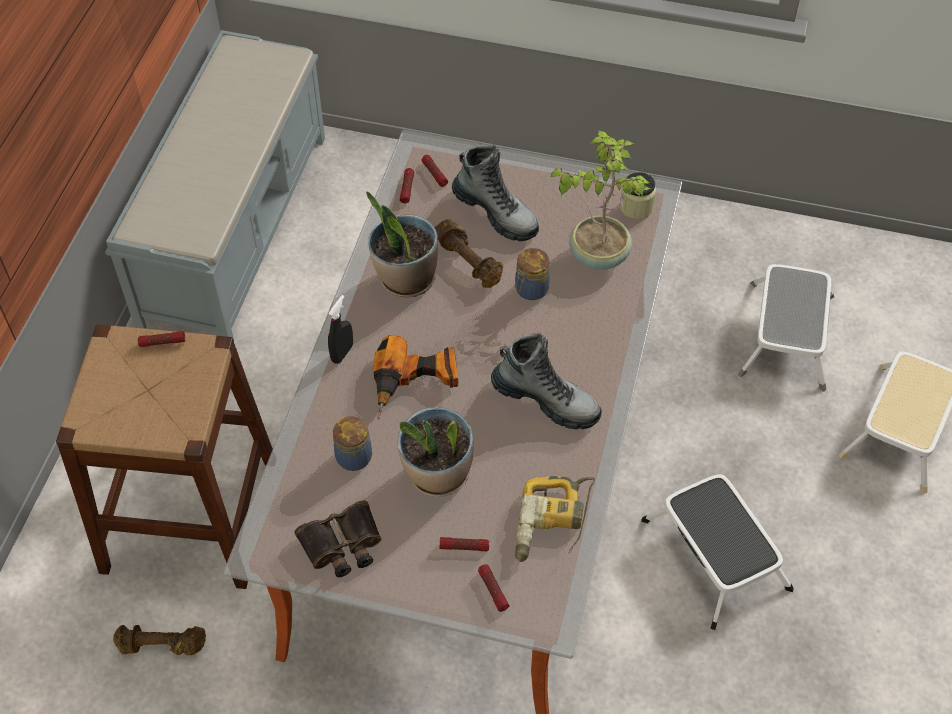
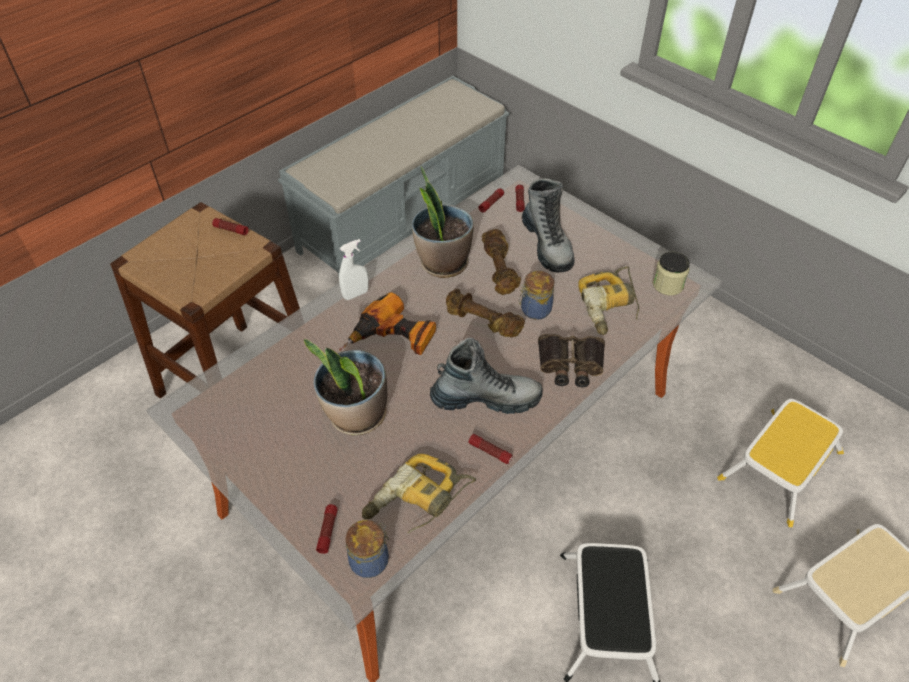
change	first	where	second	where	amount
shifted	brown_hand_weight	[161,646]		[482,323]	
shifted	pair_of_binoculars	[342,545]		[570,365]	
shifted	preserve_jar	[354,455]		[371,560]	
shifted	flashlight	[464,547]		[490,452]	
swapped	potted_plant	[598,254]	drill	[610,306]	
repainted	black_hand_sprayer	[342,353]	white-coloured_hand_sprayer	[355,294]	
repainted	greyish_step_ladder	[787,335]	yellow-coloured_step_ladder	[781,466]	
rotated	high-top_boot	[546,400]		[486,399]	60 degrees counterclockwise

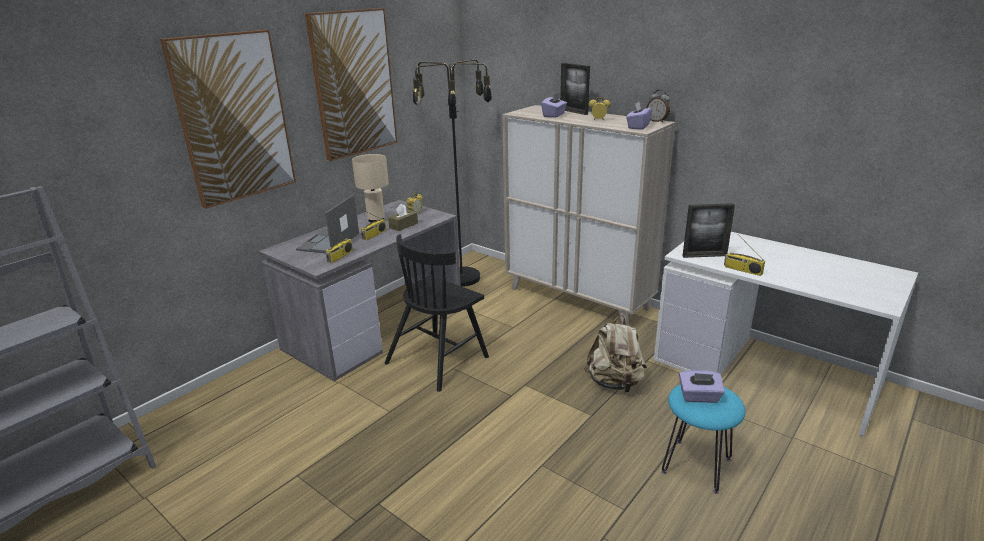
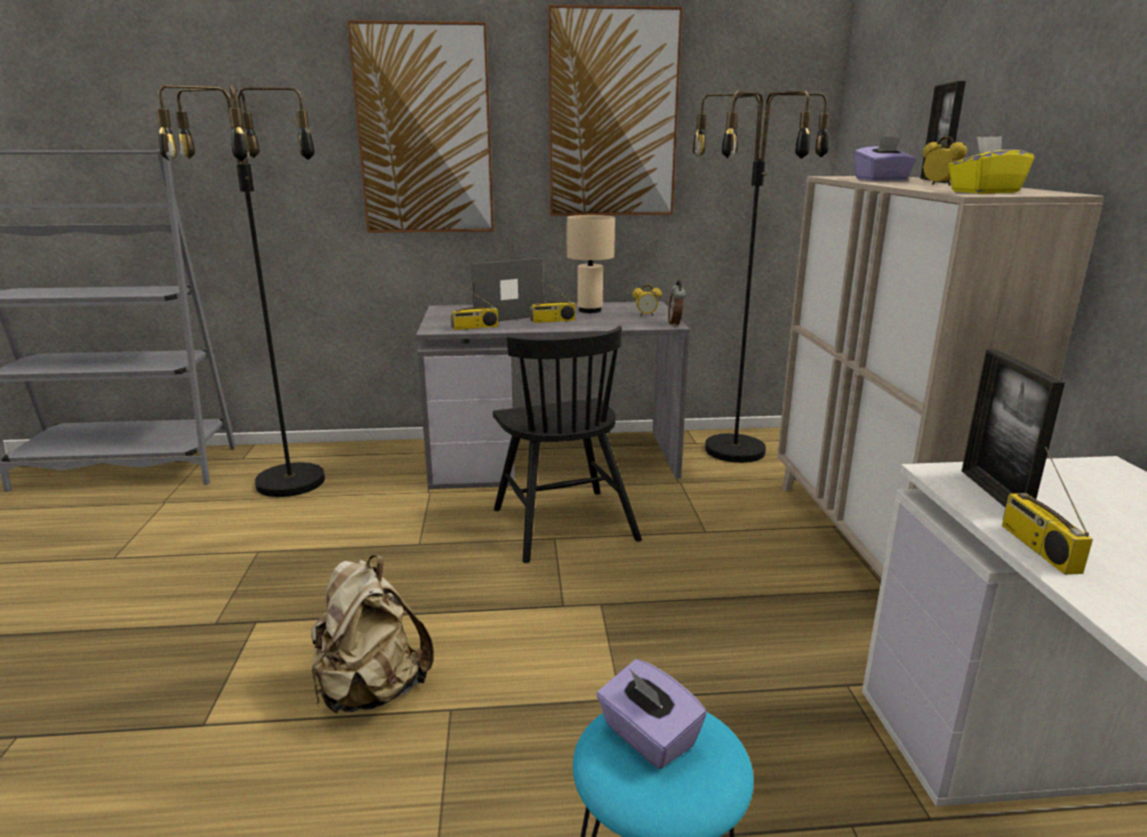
change	first	where	second	where	amount
gone	brown_tissue_box	[403,225]			
new			standing_lamp	[289,482]	
shifted	beige-coloured_knapsack	[615,383]		[371,691]	
shifted	bedside_clock	[657,121]		[675,324]	
repainted	purple_tissue_box	[638,126]	yellow-coloured_tissue_box	[984,192]	
rotated	black_chair	[440,357]		[561,520]	105 degrees counterclockwise
rotated	photo_frame	[704,256]		[994,493]	45 degrees clockwise

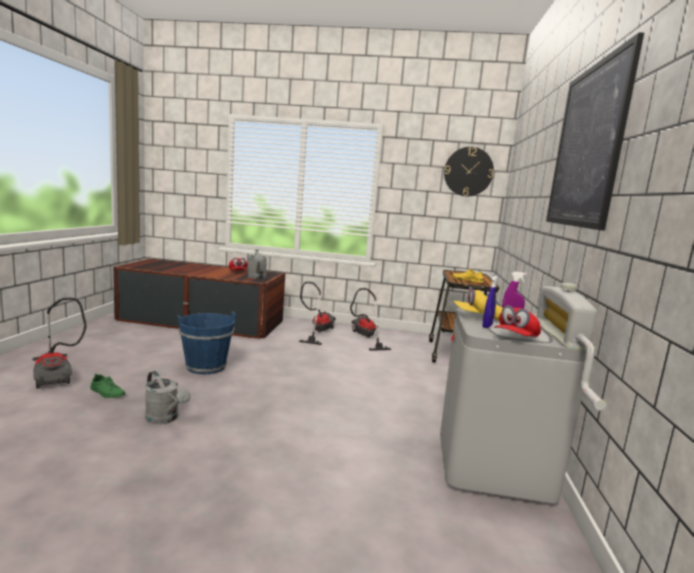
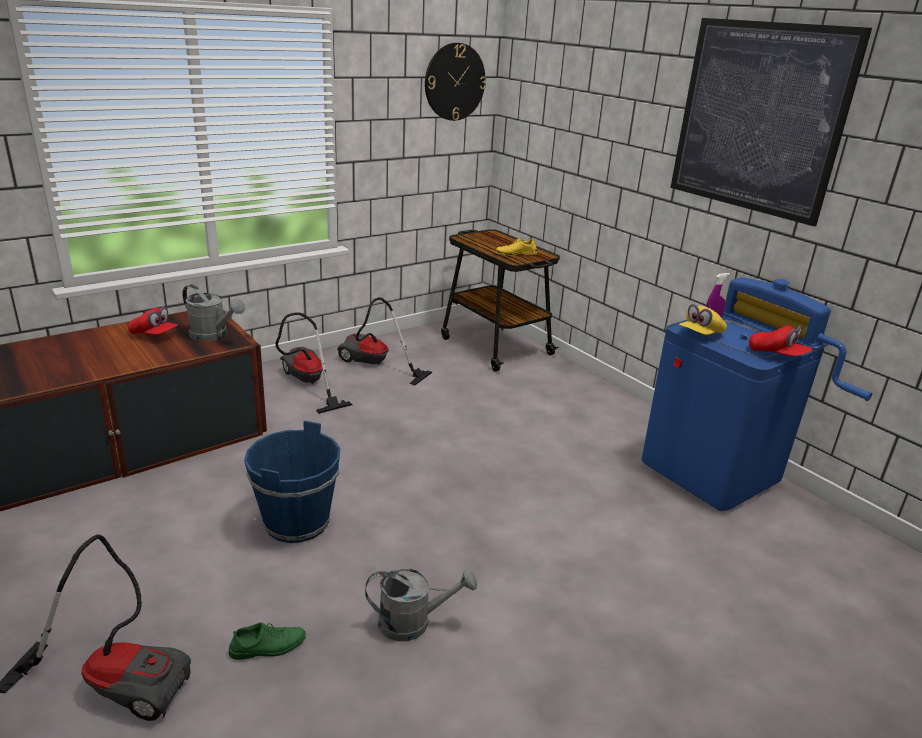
change	first	where	second	where	amount
gone	blue_hand_sprayer	[487,326]			
repainted	greyish_laundry_appliance	[495,470]	blue_laundry_appliance	[713,474]	
rotated	reddish_baseball_cap	[515,338]		[777,355]	45 degrees counterclockwise

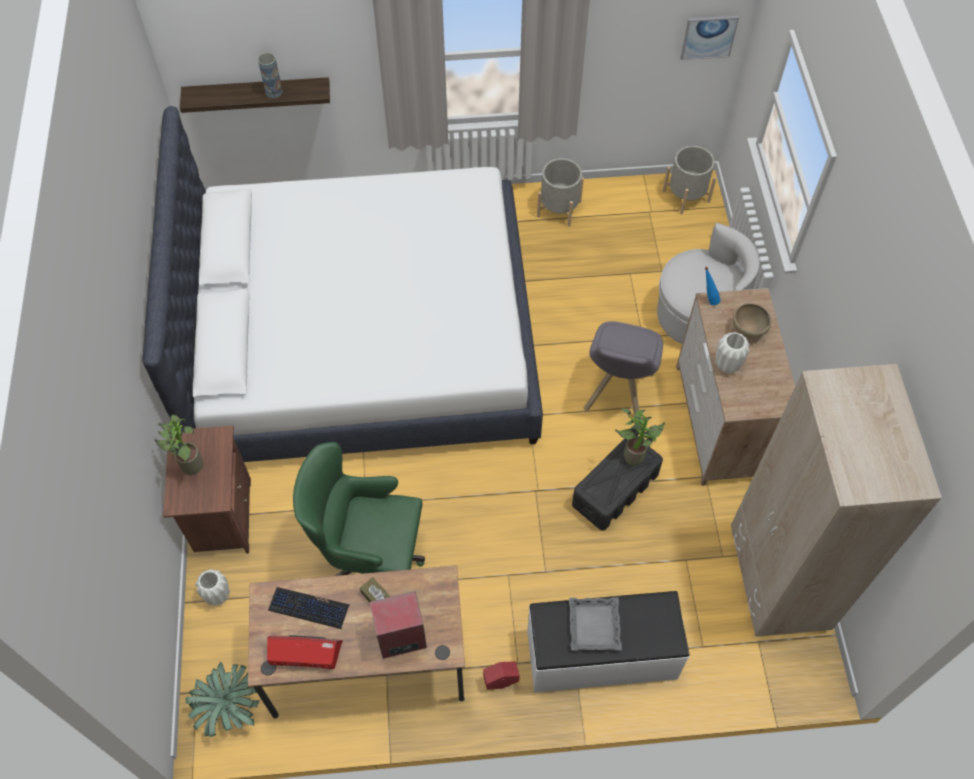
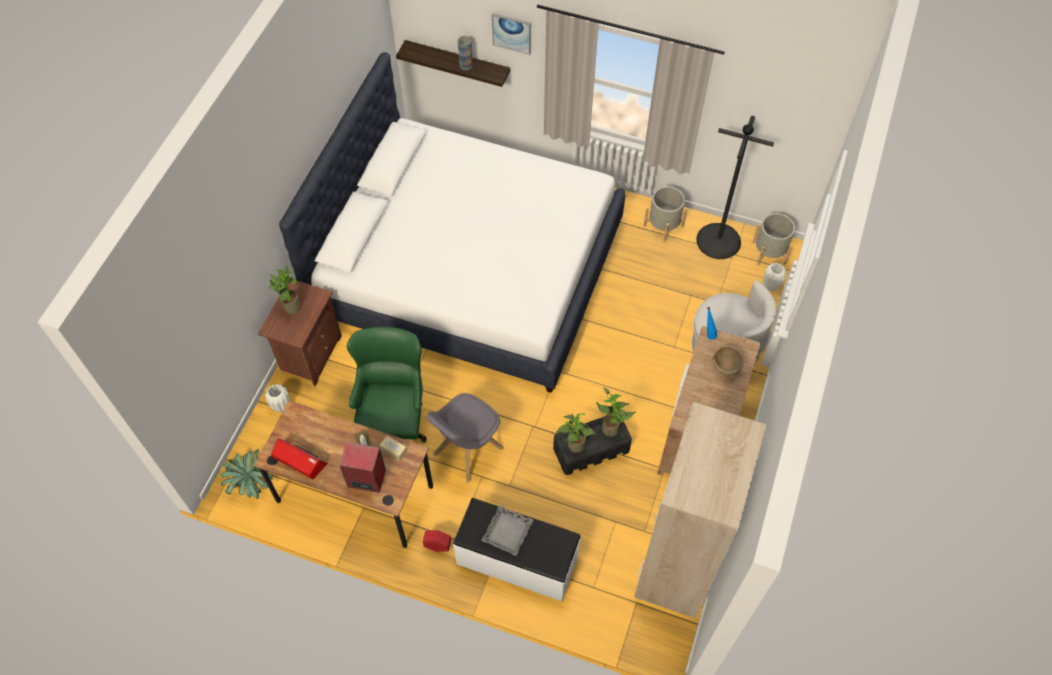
change	first	where	second	where	amount
gone	keyboard	[309,608]			
new			beige-coloured_tissue_box	[393,450]	
new			potted_plant	[574,447]	
new			black_clothes_rack	[718,241]	
shifted	greyish_chair	[617,392]		[467,451]	
shifted	picture	[708,36]		[512,33]	
shifted	white-coloured_decorative_vase	[727,365]		[771,285]	
rotated	green_office_chair	[371,557]		[394,423]	60 degrees clockwise

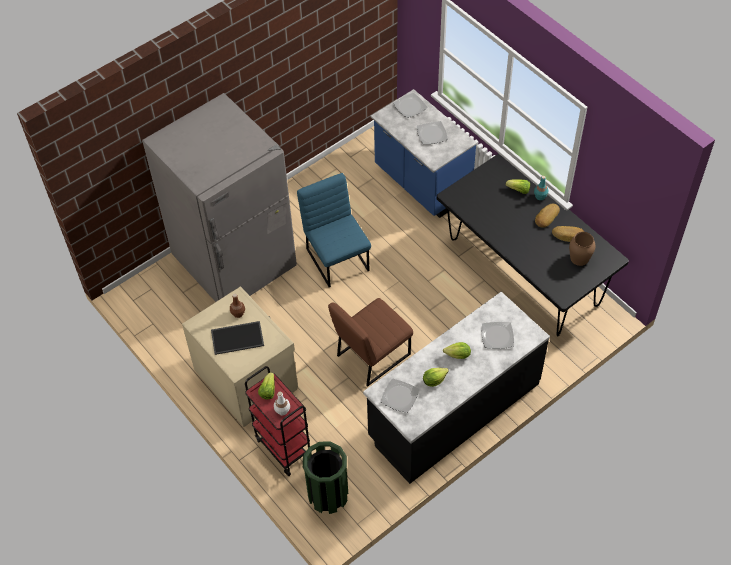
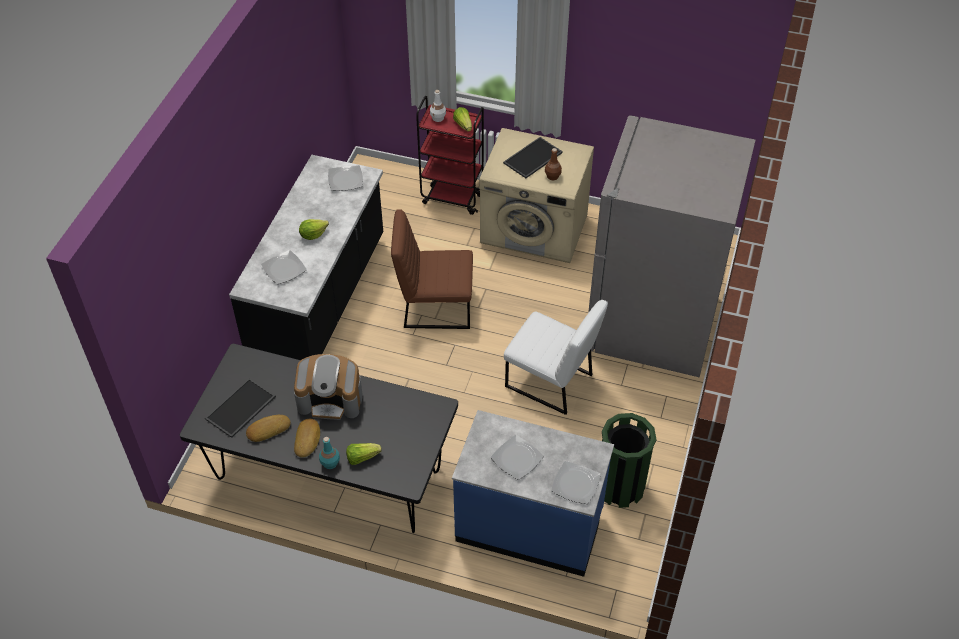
change	first	where	second	where	amount
gone	lettuce_head	[434,380]			
new			coffee_maker	[331,399]	
shifted	green_waste_bin	[328,495]		[620,486]	
swapped	brown_decorative_vase	[579,258]	tray	[241,409]	
repainted	blue_chair	[337,257]	white-coloured_chair	[551,382]	
rotated	brown_chair	[371,355]		[435,307]	105 degrees counterclockwise

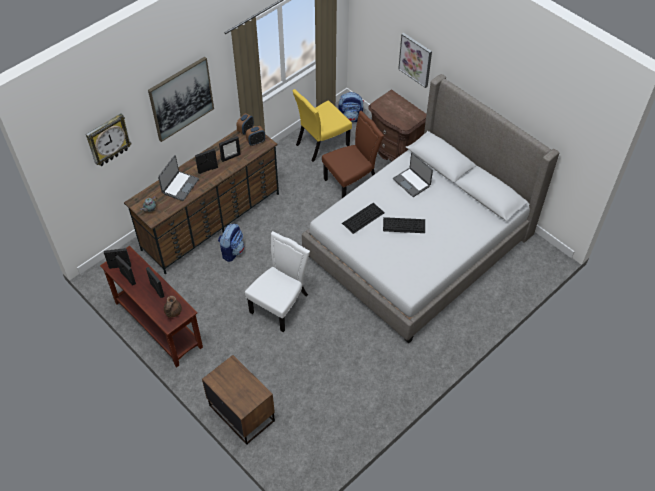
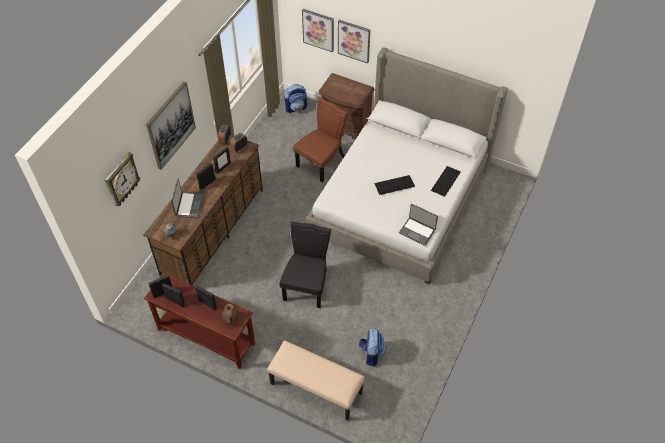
change	first	where	second	where	amount
gone	yellow-coloured_chair	[322,143]			
new			picture	[318,30]	
shifted	knapsack	[232,251]		[371,353]	
shifted	keyboard	[363,217]		[445,180]	
shifted	portable_computer	[412,182]		[417,231]	
swapped	brown_nightstand	[242,412]	beige-coloured_indoor_bench	[315,388]	
repainted	white-coloured_chair	[279,305]	black_chair	[307,286]	

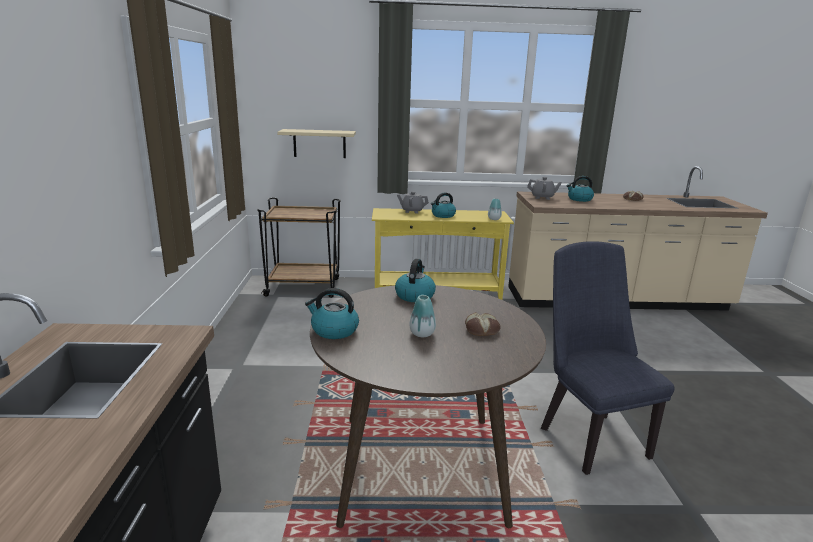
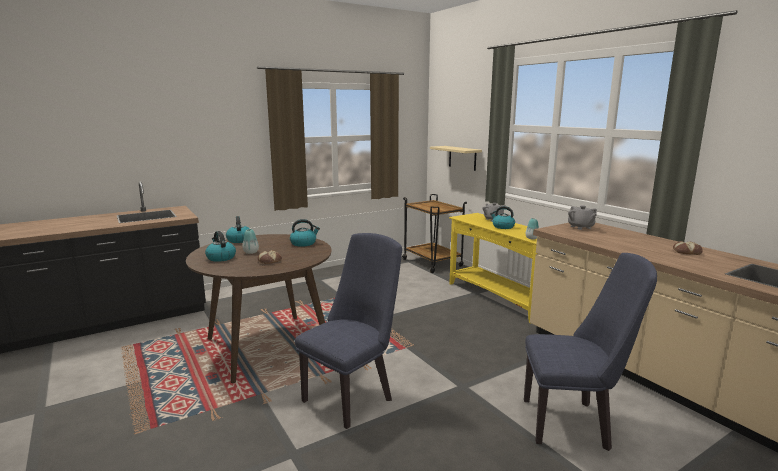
change	first	where	second	where	amount
new			blue_chair	[573,423]	
shifted	kettle	[579,199]		[220,258]	

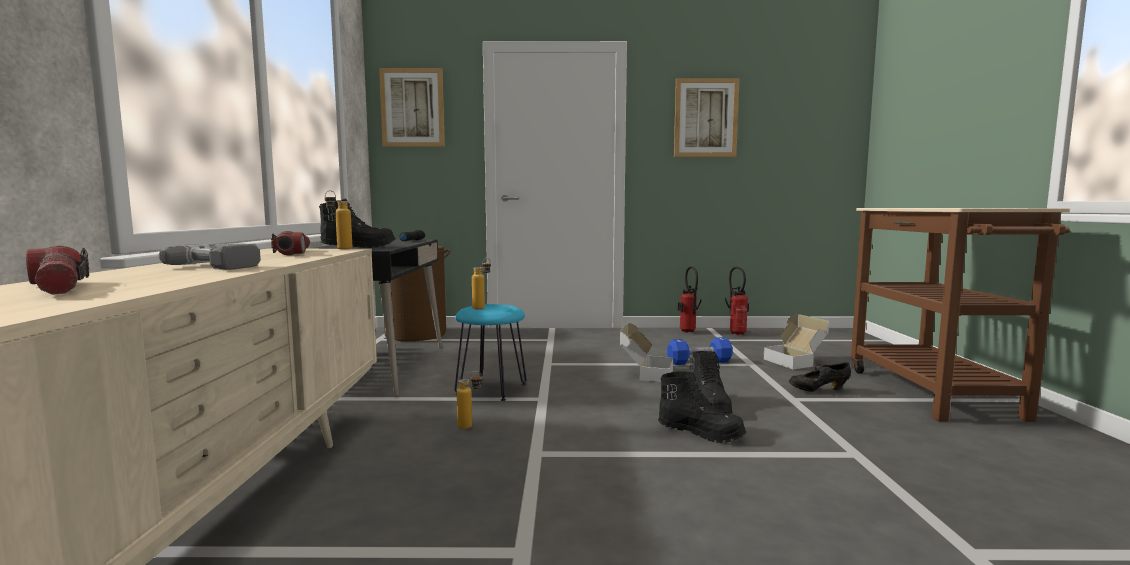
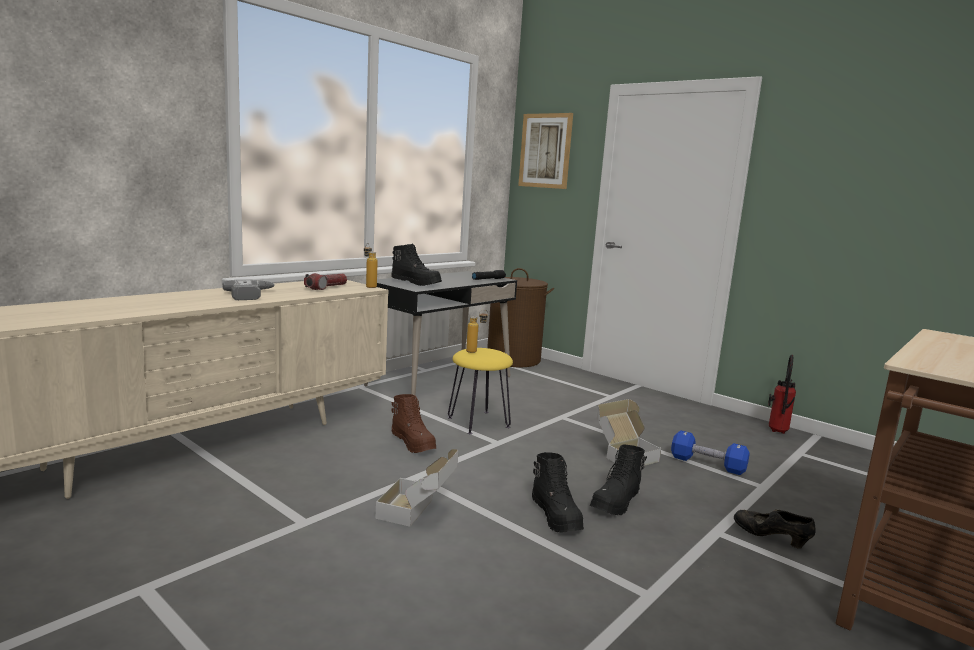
change	first	where	second	where	amount
gone	flashlight	[60,288]			
gone	picture	[705,118]			
gone	fire_extinguisher	[736,333]			
shifted	packing_box	[795,361]		[418,512]	
swapped	bottle	[470,427]	brown_high-top_boot	[413,443]	
repainted	turquoise-coloured_stool_seat	[491,389]	yellow-coloured_stool_seat	[478,422]	

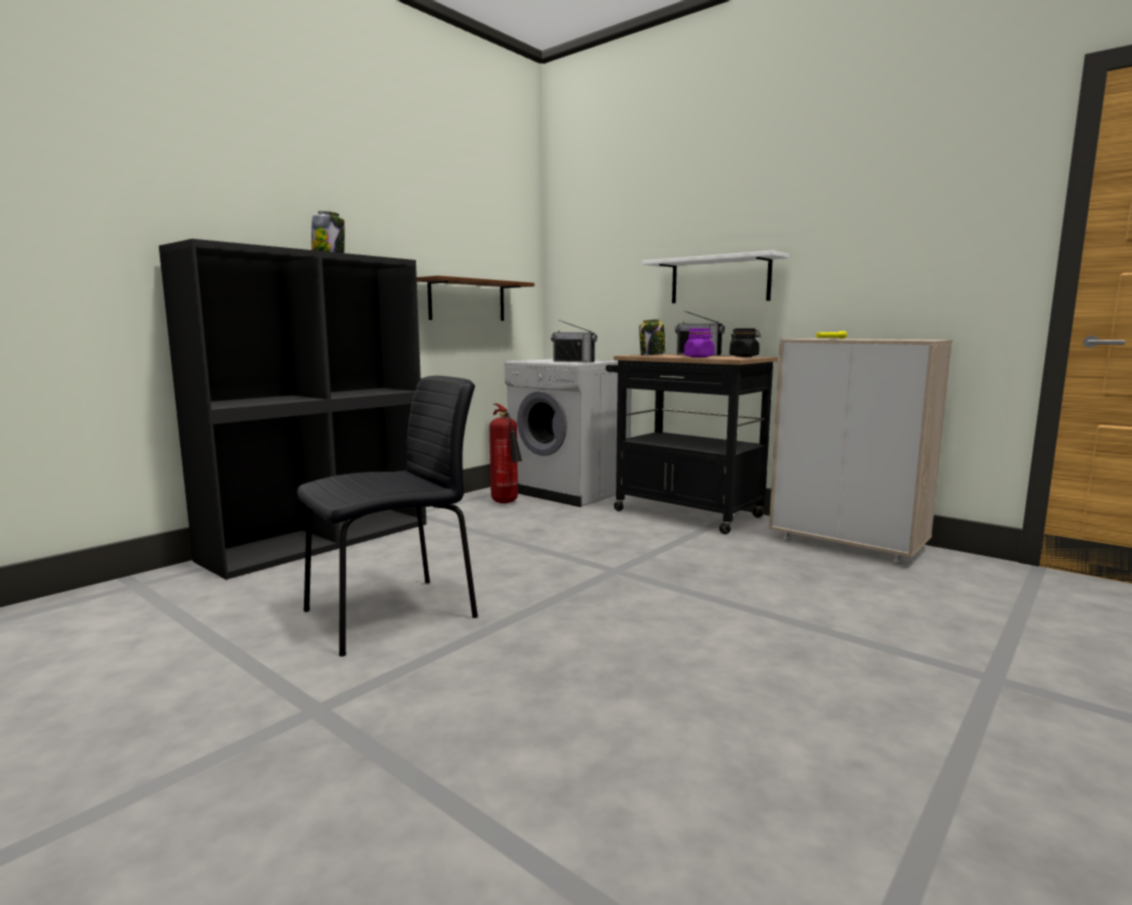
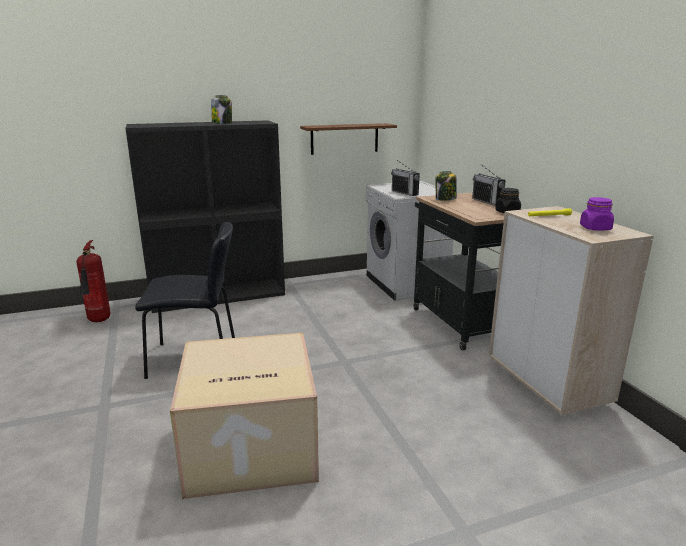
change	first	where	second	where	amount
gone	white-coloured_bracket_shelf	[719,280]			
new			packing_box	[249,447]	
shifted	fire_extinguisher	[506,502]		[99,321]	
shifted	purple_preserve_jar	[699,357]		[595,228]	

